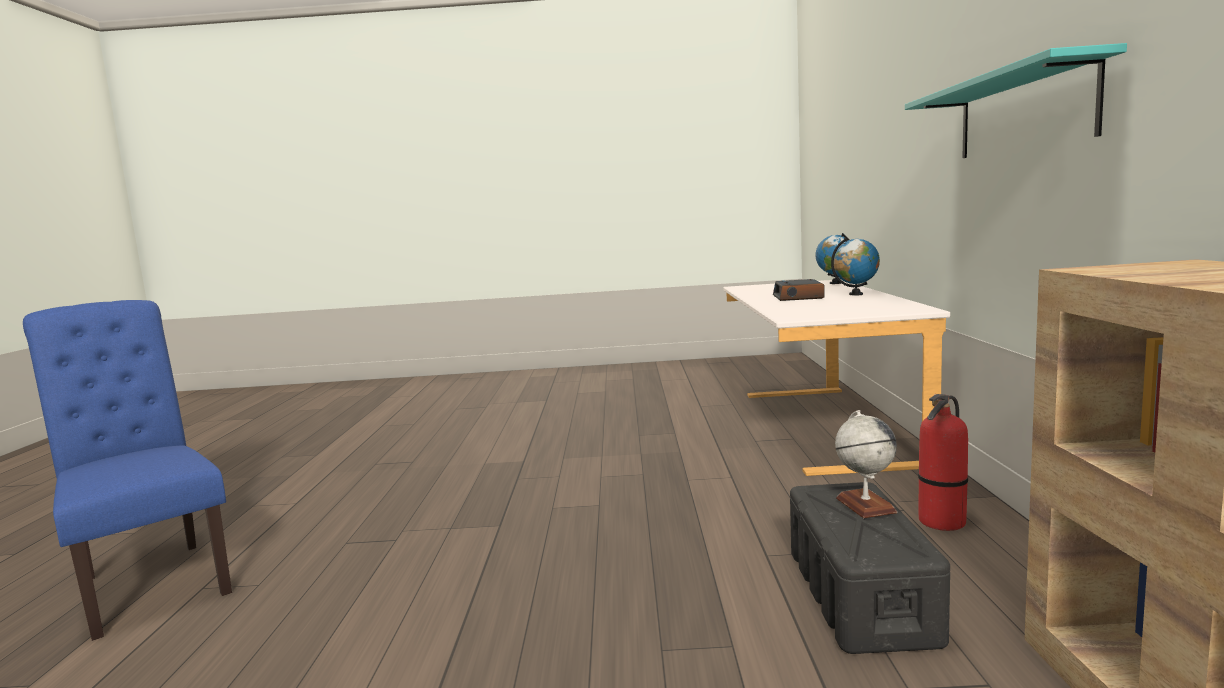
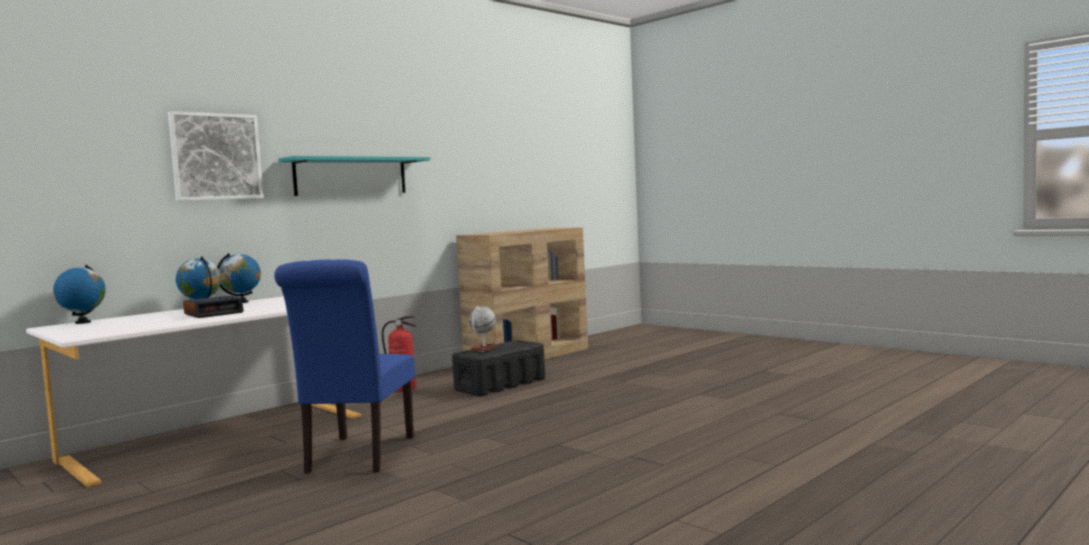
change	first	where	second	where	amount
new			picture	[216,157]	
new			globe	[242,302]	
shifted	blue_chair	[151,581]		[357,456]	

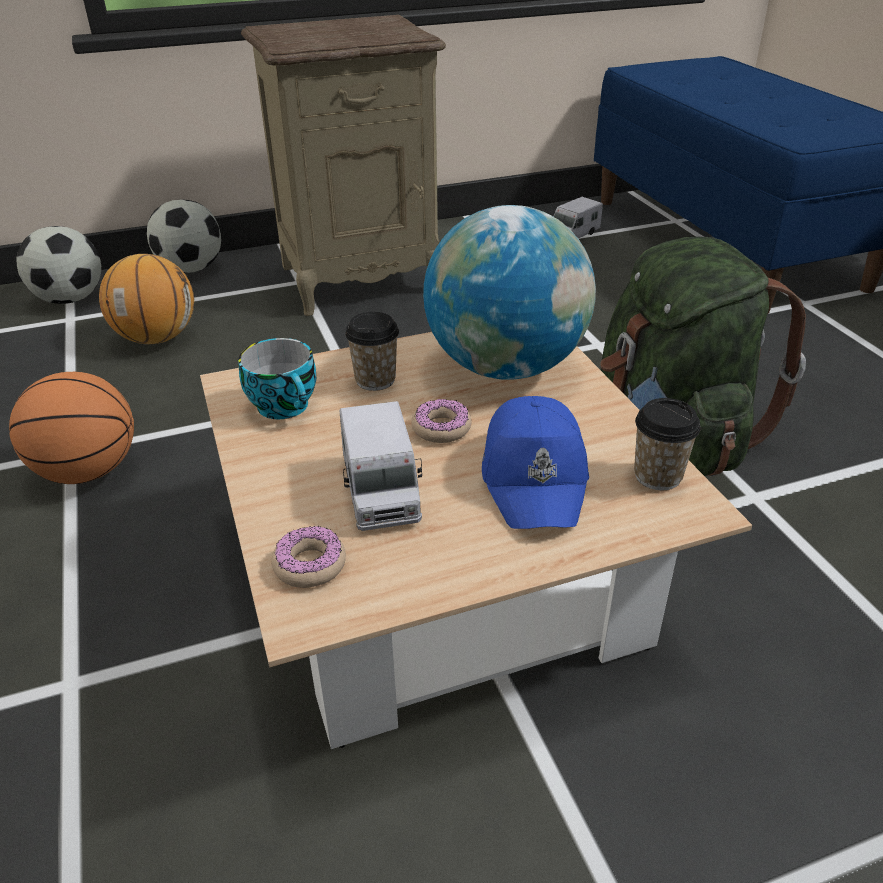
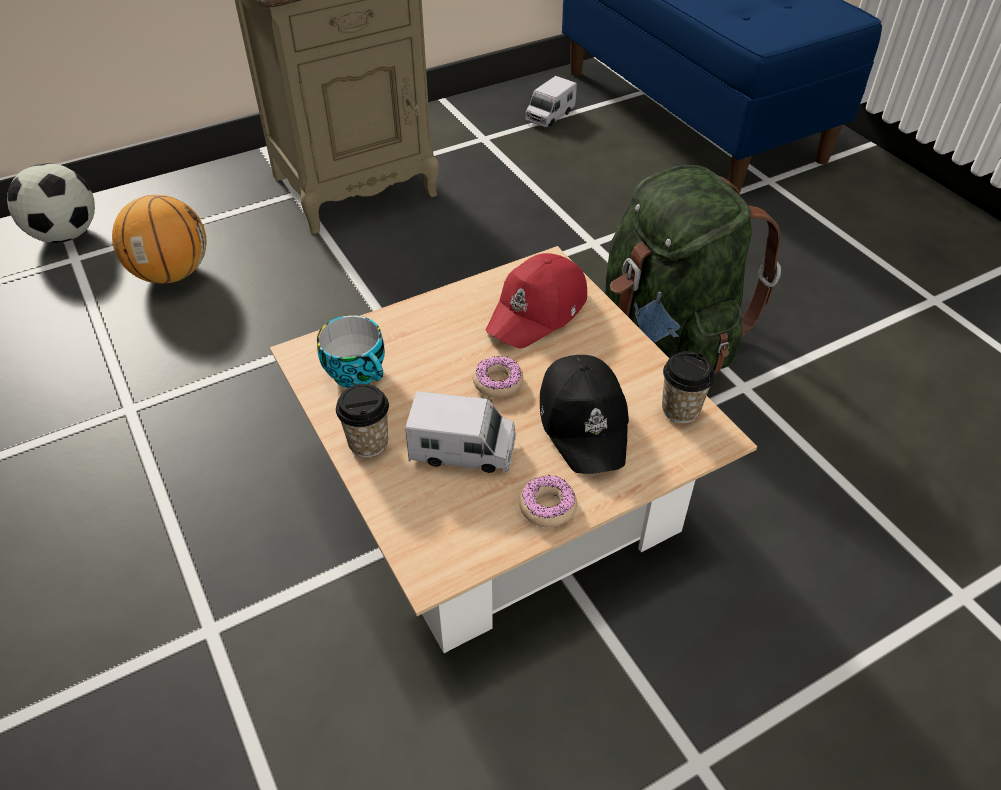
change	first	where	second	where	amount
gone	basketball_ball	[88,471]			
gone	football_ball	[191,269]			
shifted	donut	[310,565]		[547,506]	
shifted	drinking_cup	[375,380]		[368,443]	
swapped	globe	[506,367]	reddish_baseball_cap	[538,311]	
repainted	blue_baseball_cap	[535,477]	black_baseball_cap	[584,421]	
rotated	toy_truck	[380,491]		[463,450]	60 degrees counterclockwise

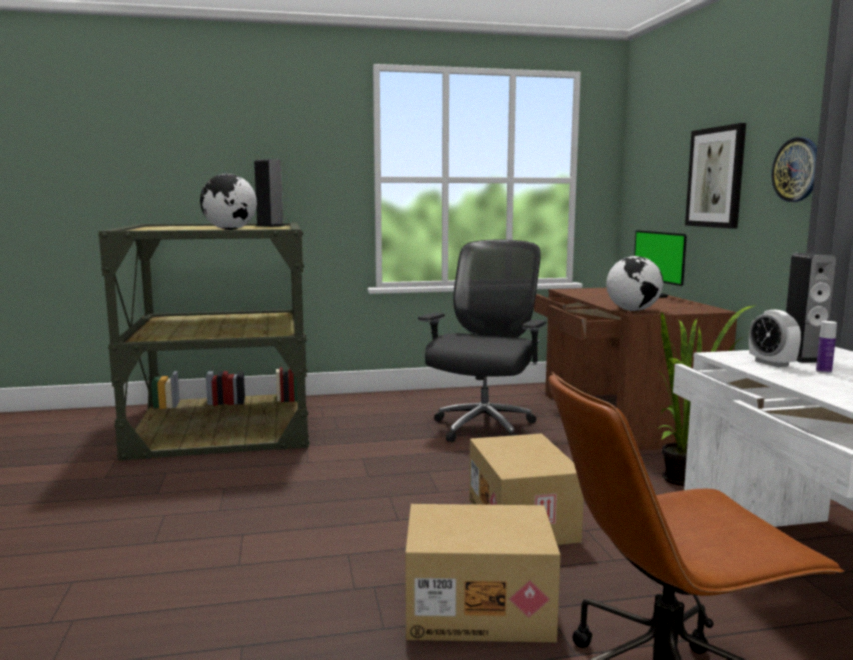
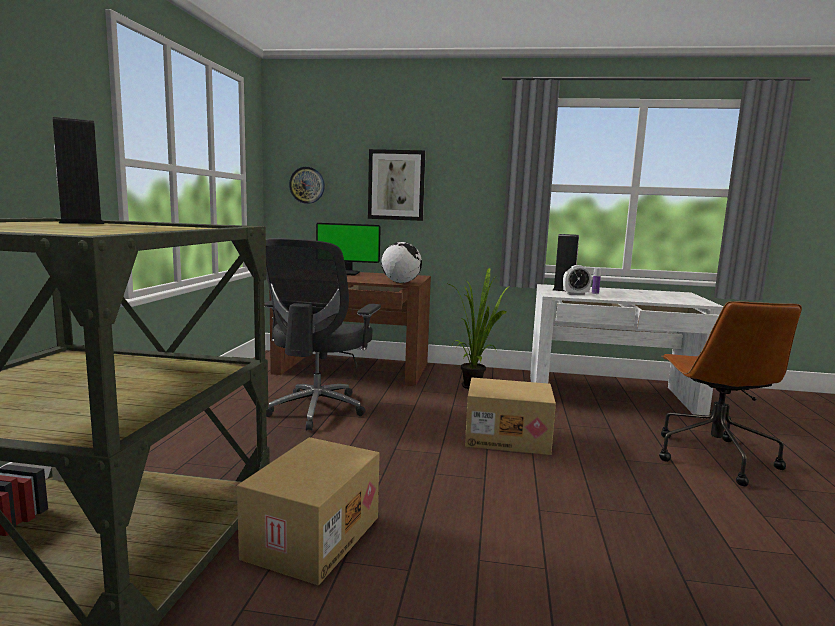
change	first	where	second	where	amount
gone	globe	[230,229]			
shifted	packing_box	[479,608]		[312,536]	
shifted	clock_on_the_wall	[797,169]		[307,185]	
rotated	office_chair	[484,427]		[317,409]	120 degrees counterclockwise

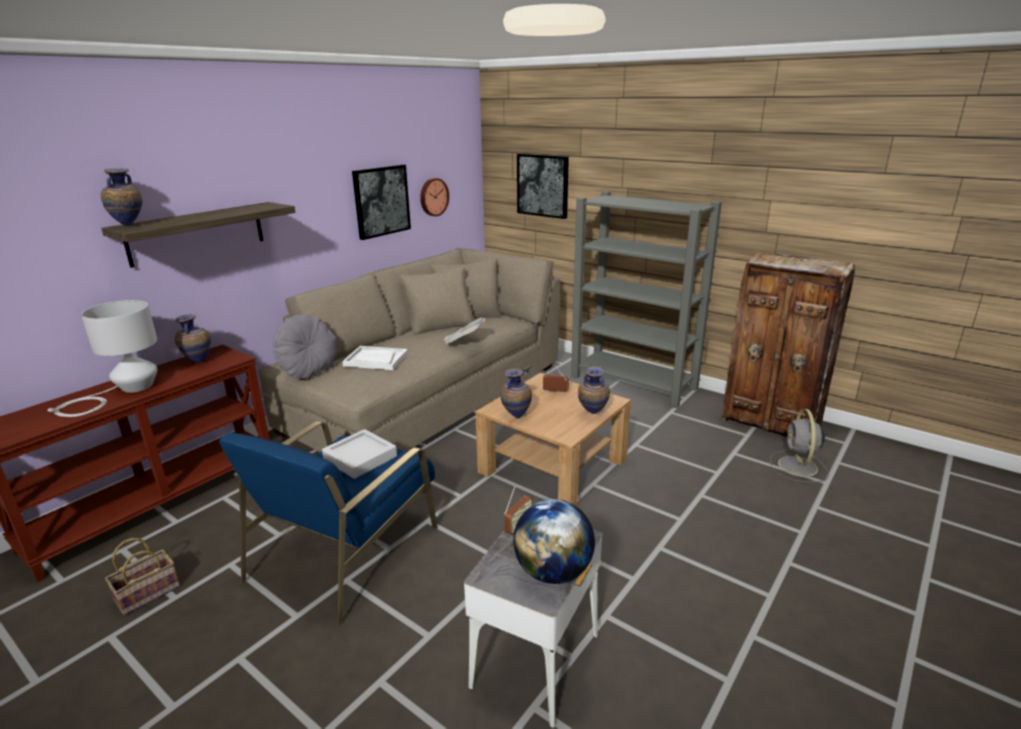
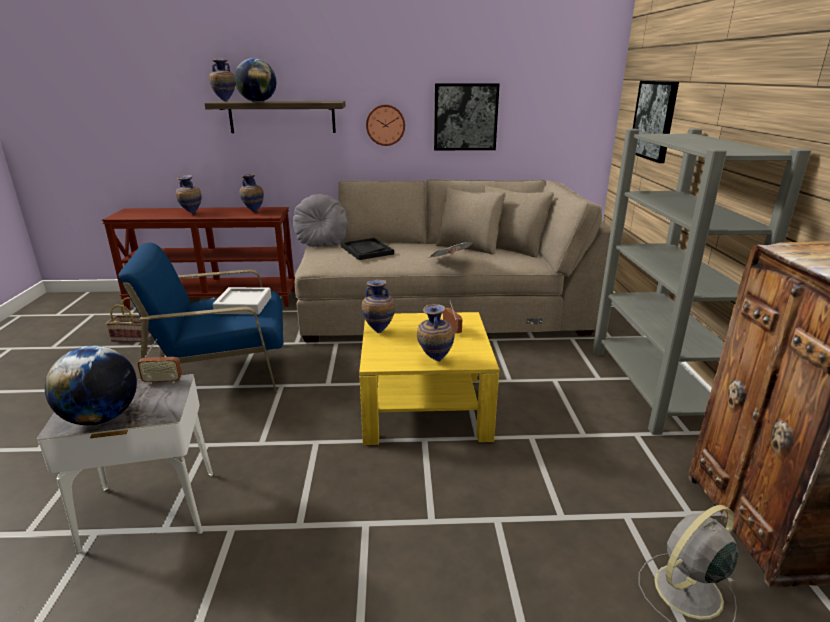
change	first	where	second	where	amount
new			globe	[257,102]	
shifted	clock_on_the_wall	[433,197]		[385,125]	
swapped	white-coloured_tabletop_lamp	[116,394]	decorative_vase	[191,213]	
repainted	white-coloured_tray	[375,359]	black_tray	[366,250]	
repainted	brown_low_table	[553,466]	yellow-coloured_low_table	[425,406]	

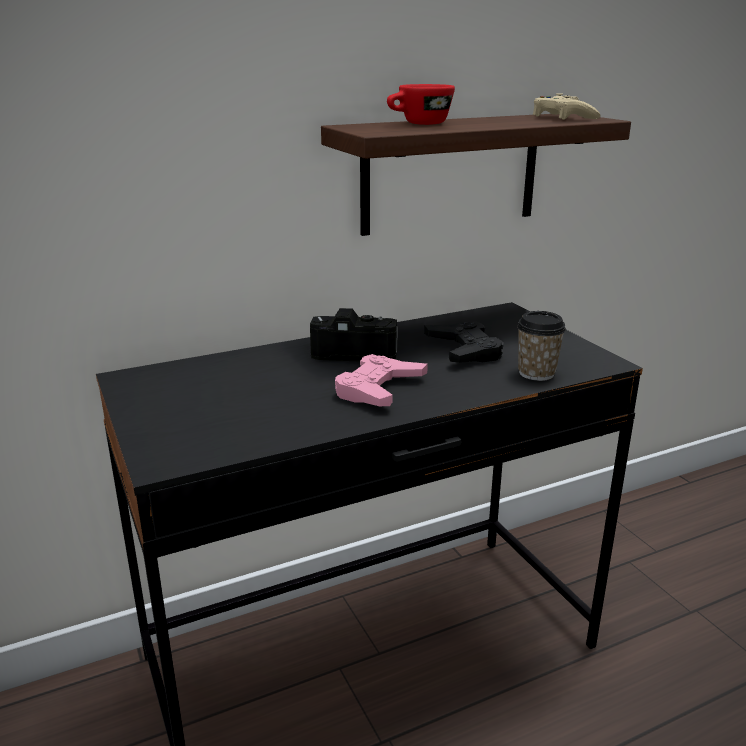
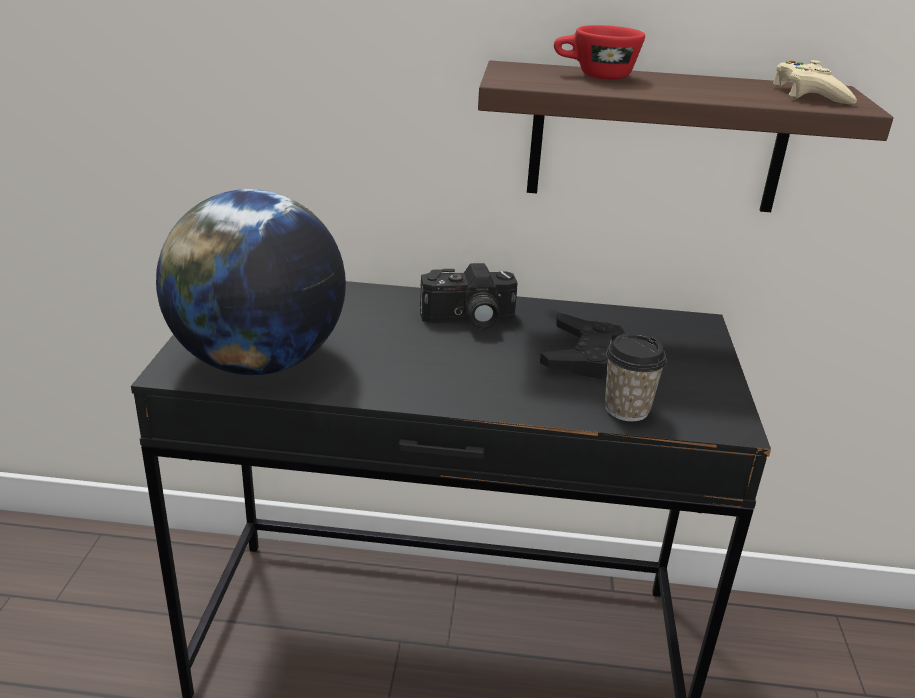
change	first	where	second	where	amount
gone	pinkish_game_controller	[378,389]			
new			globe	[258,362]	
rotated	photo_camera	[355,352]		[468,320]	135 degrees clockwise

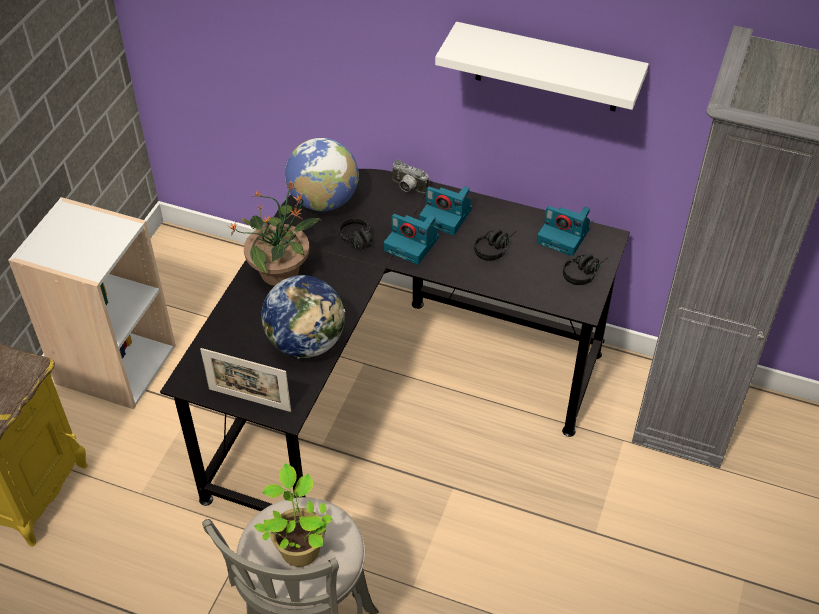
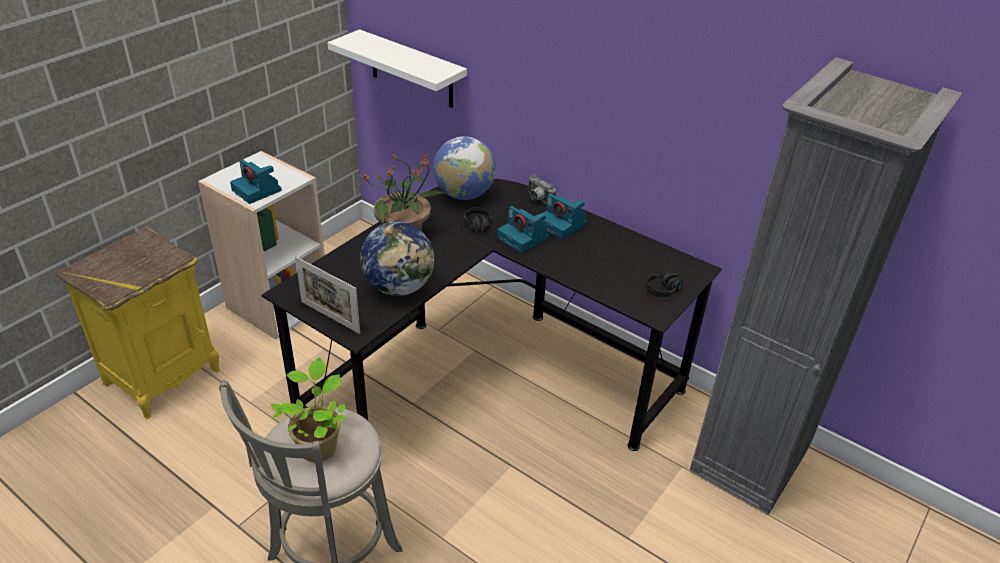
change	first	where	second	where	amount
gone	black_headphones	[495,247]			
shifted	white-coloured_bracket_shelf	[547,68]		[411,70]	
shifted	photo_camera	[564,236]		[257,190]	

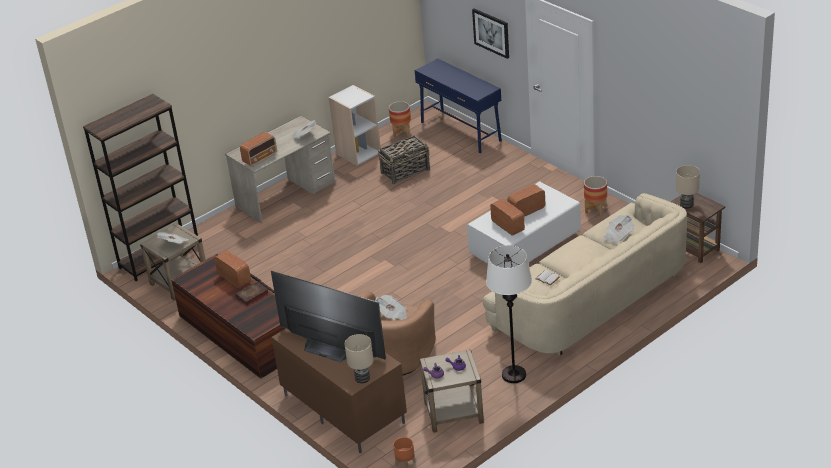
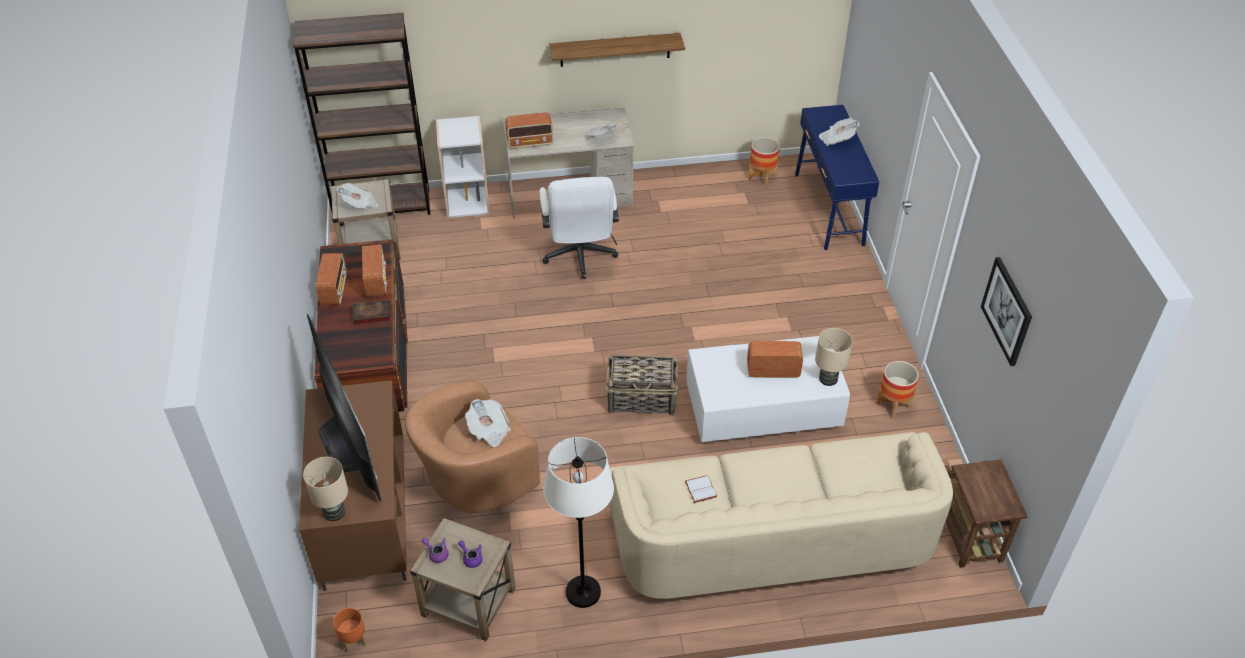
change	first	where	second	where	amount
new			white-coloured_office_chair	[579,257]	
new			bracket_shelf	[615,49]	
shifted	shelving_unit	[358,153]		[468,202]	
shifted	storage_basket	[406,171]		[642,399]	
shifted	picture	[491,33]		[1007,311]	
shifted	radio	[507,226]		[334,290]	
shifted	printed_paper	[618,236]		[837,139]	
shifted	beige-coloured_tabletop_lamp	[686,204]		[828,379]	

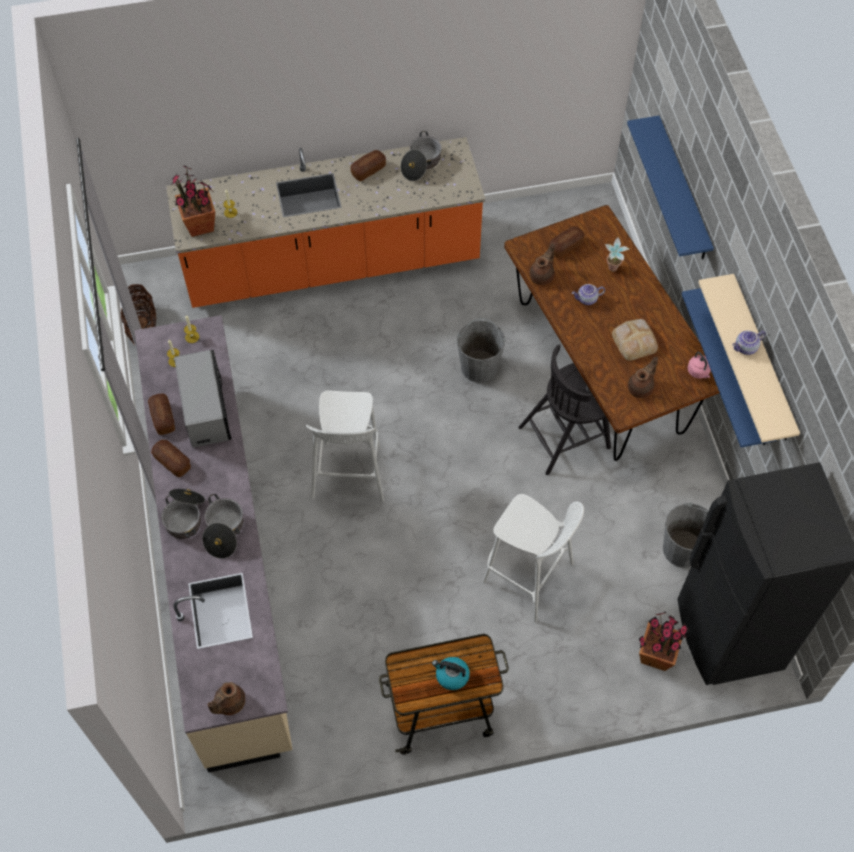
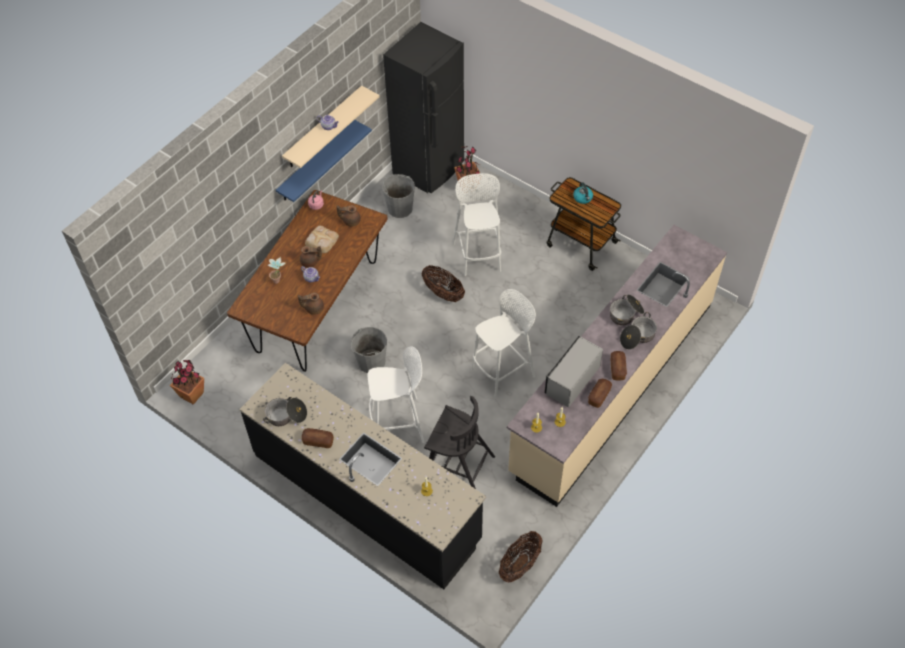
change	first	where	second	where	amount
gone	bread	[565,246]			
gone	blue_bracket_shelf	[683,190]			
new			white-coloured_stool_seat	[399,423]	
new			storage_basket	[443,293]	
shifted	potted_plant	[200,226]		[192,394]	
shifted	brown_tea_pot	[229,703]		[310,262]	
shifted	black_chair	[566,436]		[458,464]	
repainted	orange_kitchen_base_unit	[332,264]	black_kitchen_base_unit	[366,496]	

